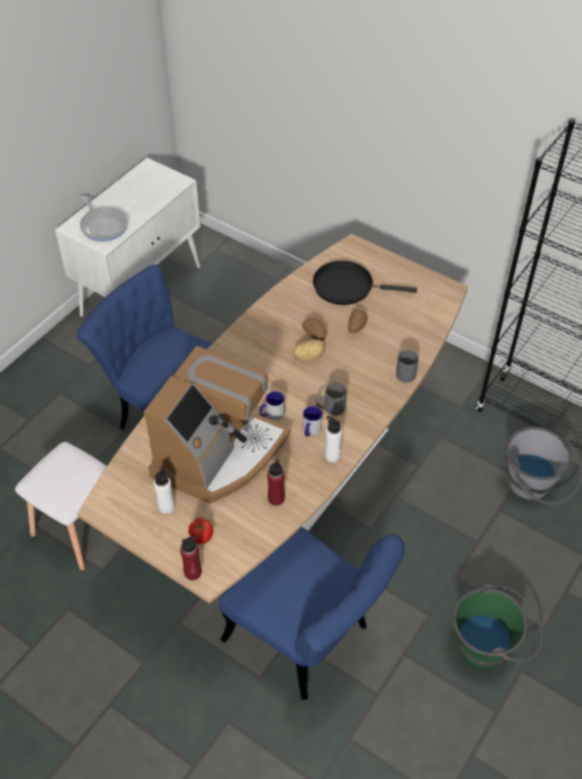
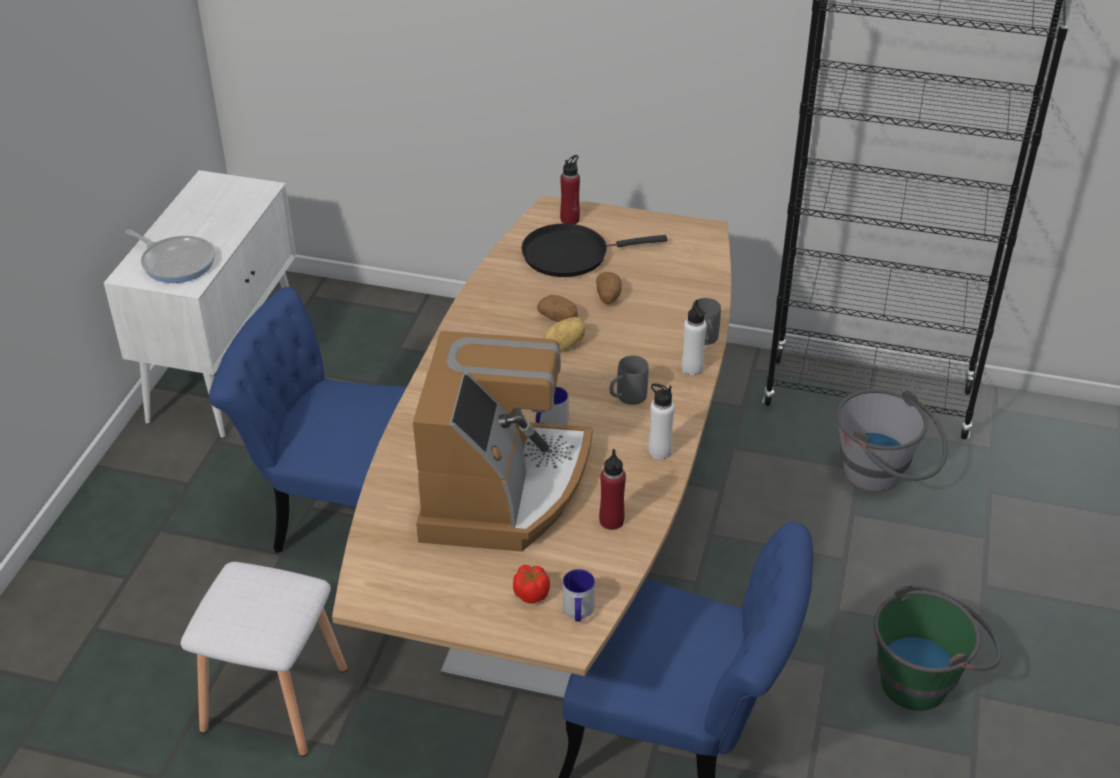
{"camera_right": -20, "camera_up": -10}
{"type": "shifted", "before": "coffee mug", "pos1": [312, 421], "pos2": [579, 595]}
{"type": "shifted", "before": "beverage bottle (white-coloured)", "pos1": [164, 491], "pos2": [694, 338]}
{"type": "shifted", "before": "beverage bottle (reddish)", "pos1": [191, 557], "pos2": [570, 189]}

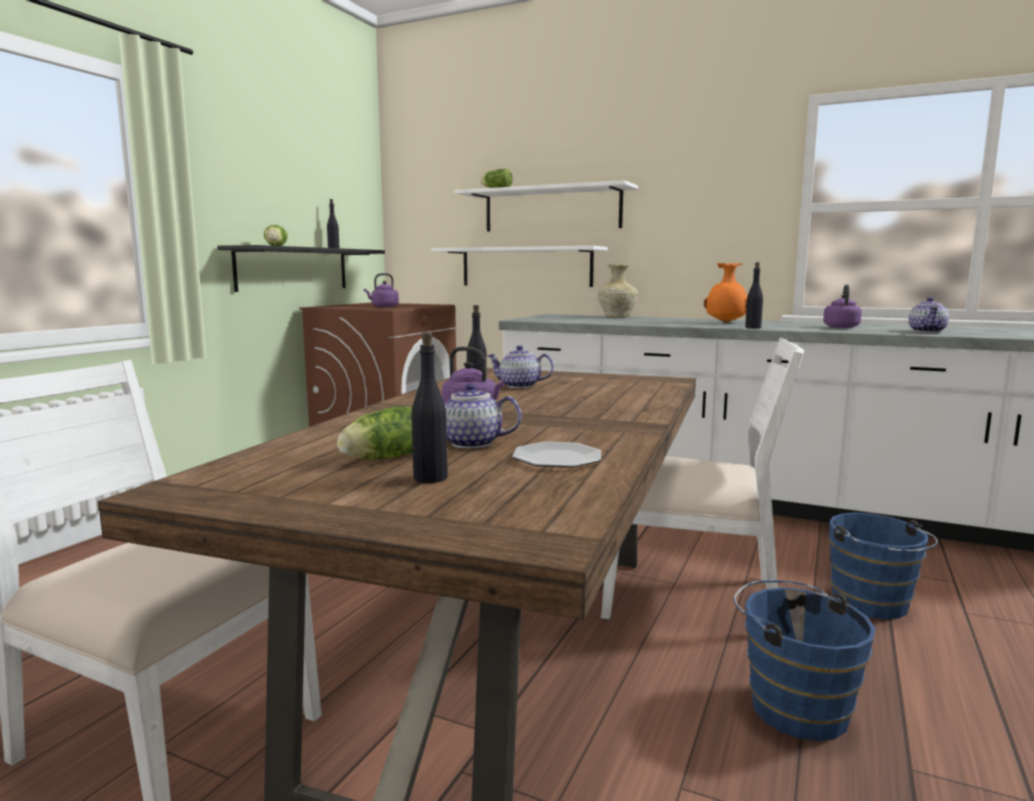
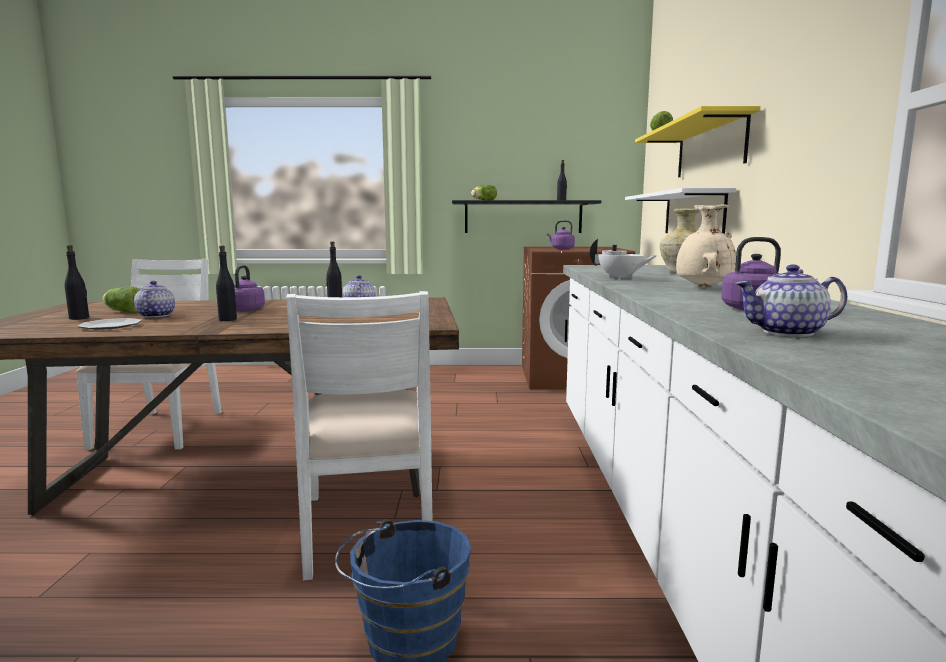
{"camera_right": 65, "camera_up": 0}
{"type": "repainted", "before": "wall shelf (white-coloured)", "after": "wall shelf (yellowish)", "pos1": [546, 206], "pos2": [698, 141]}
{"type": "shifted", "before": "beverage bottle (black-coloured)", "pos1": [754, 295], "pos2": [226, 283]}
{"type": "repainted", "before": "flower vase (orangey)", "after": "flower vase (beige)", "pos1": [725, 293], "pos2": [706, 245]}
{"type": "gone", "before": "bucket (blue-coloured)", "pos1": [805, 660]}
{"type": "new", "after": "pot for tea (white-coloured)", "pos2": [623, 259]}

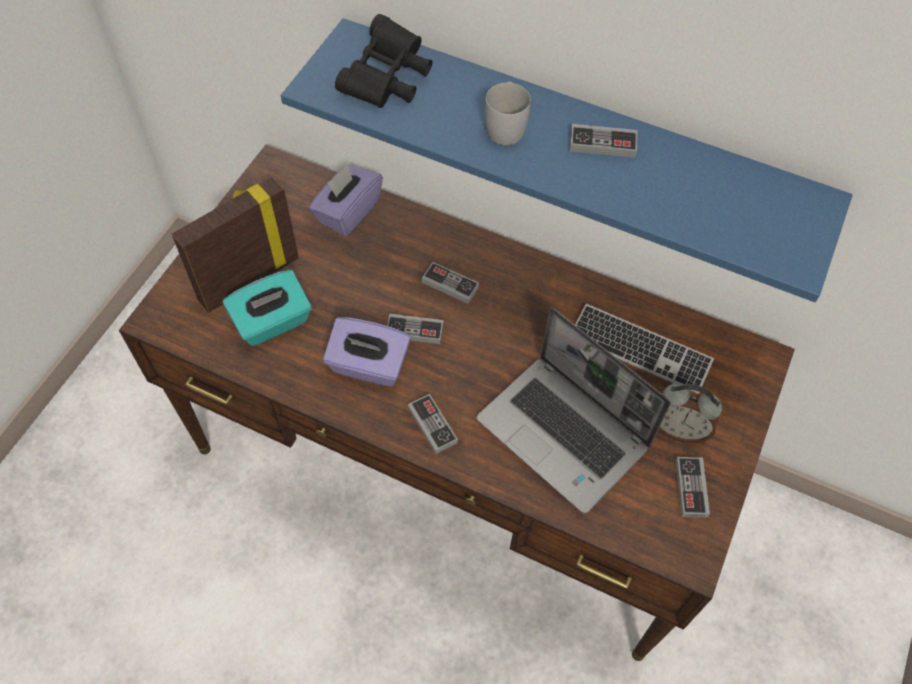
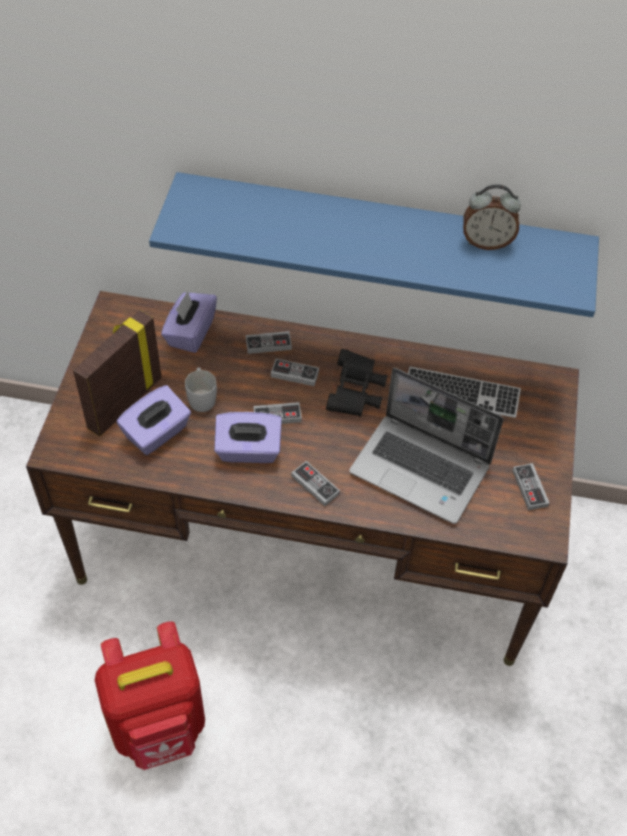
{"camera_right": -15, "camera_up": -5}
{"type": "shifted", "before": "pair of binoculars (black-coloured)", "pos1": [383, 61], "pos2": [356, 383]}
{"type": "shifted", "before": "coffee mug (white-coloured)", "pos1": [508, 113], "pos2": [201, 389]}
{"type": "shifted", "before": "joypad", "pos1": [603, 141], "pos2": [269, 342]}
{"type": "repainted", "before": "tissue box (turquoise)", "after": "tissue box (purple)", "pos1": [267, 308], "pos2": [154, 420]}
{"type": "shifted", "before": "alarm clock", "pos1": [690, 413], "pos2": [492, 217]}
{"type": "new", "after": "backpack (reddish)", "pos2": [150, 695]}

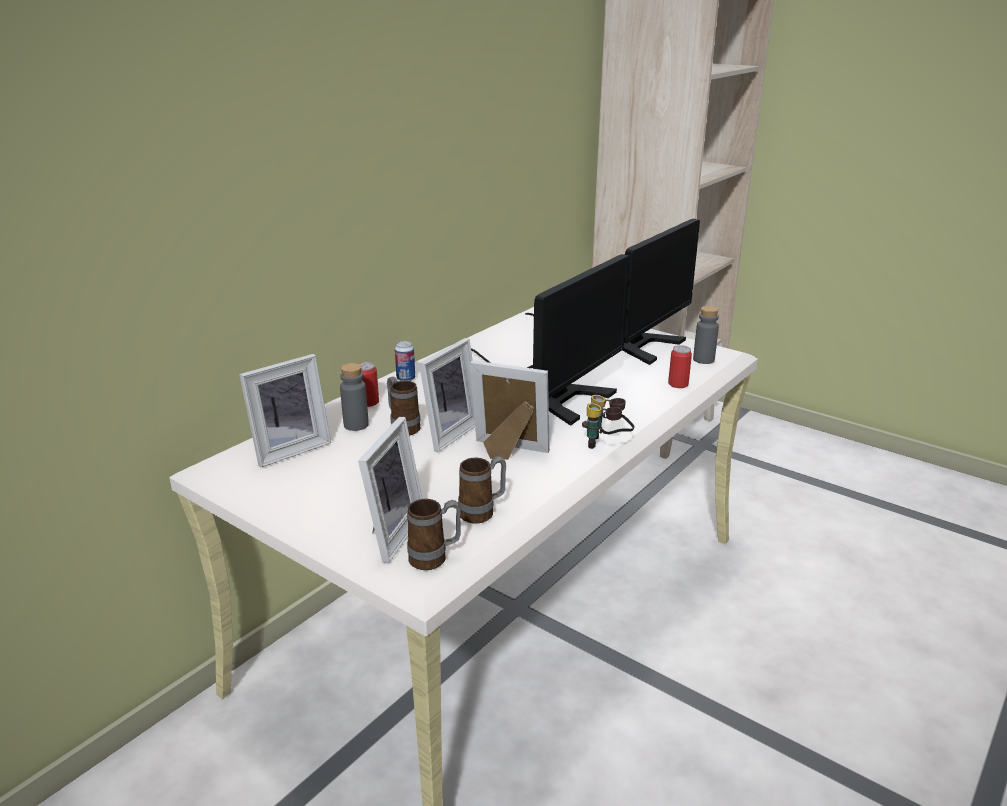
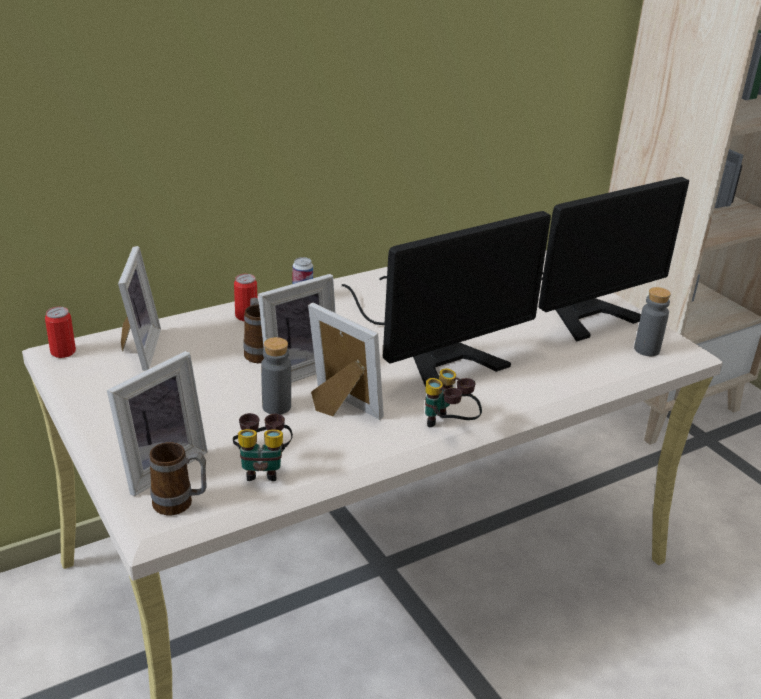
{"camera_right": 20, "camera_up": 5}
{"type": "shifted", "before": "can", "pos1": [680, 366], "pos2": [60, 332]}
{"type": "rotated", "before": "standing frame", "pos1": [285, 410], "pos2": [139, 308], "turn": -75}
{"type": "shifted", "before": "beverage bottle (greyish)", "pos1": [354, 397], "pos2": [276, 376]}
{"type": "swapped", "before": "coffee mug", "after": "pair of binoculars", "pos1": [482, 489], "pos2": [263, 447]}

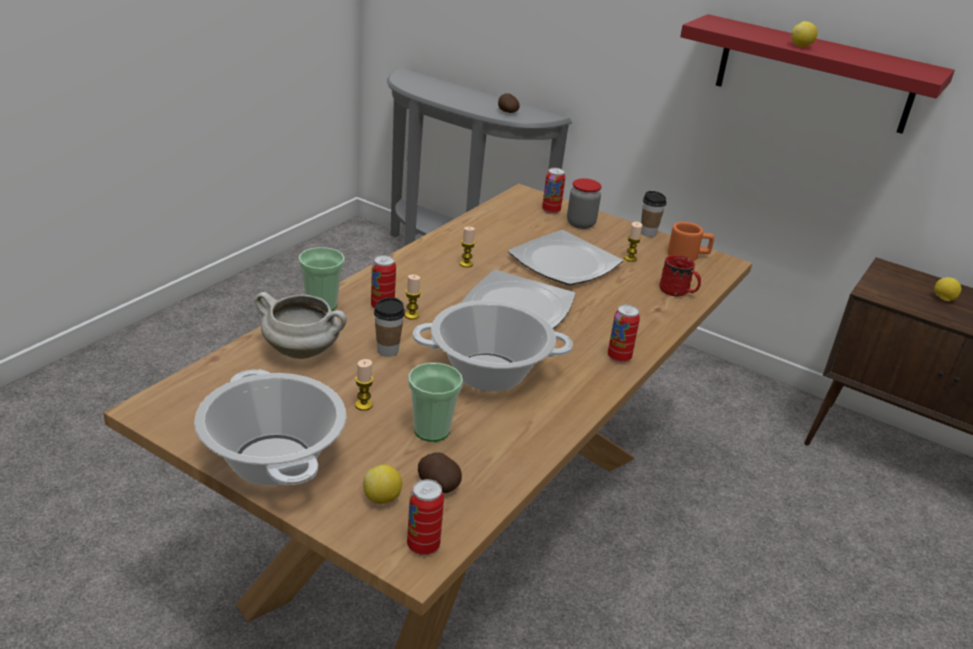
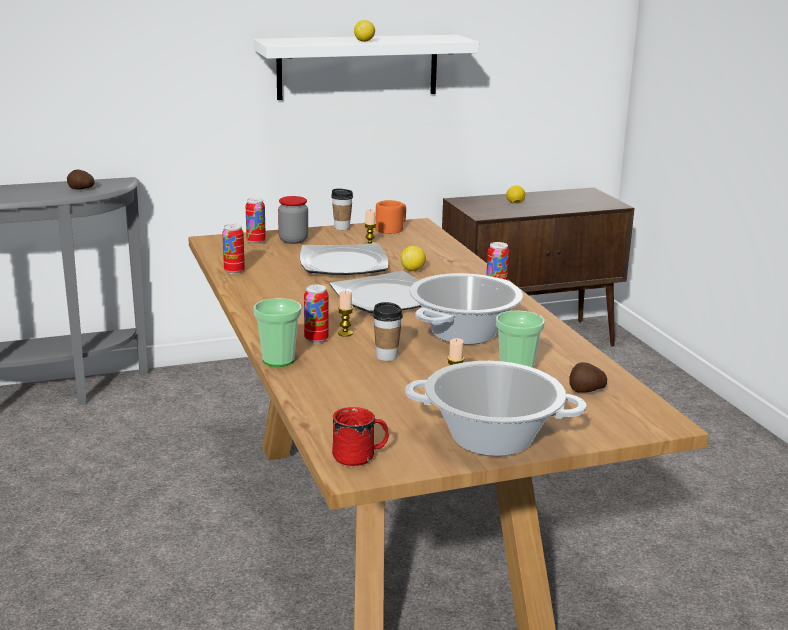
{"camera_right": -50, "camera_up": -10}
{"type": "repainted", "before": "wall shelf (reddish)", "after": "wall shelf (white-coloured)", "pos1": [817, 74], "pos2": [366, 67]}
{"type": "gone", "before": "candle", "pos1": [467, 247]}
{"type": "shifted", "before": "coffee mug (reddish)", "pos1": [680, 275], "pos2": [360, 436]}
{"type": "gone", "before": "saucepot (white-coloured)", "pos1": [301, 325]}
{"type": "shifted", "before": "lemon", "pos1": [382, 484], "pos2": [413, 258]}
{"type": "shifted", "before": "can", "pos1": [425, 517], "pos2": [234, 249]}

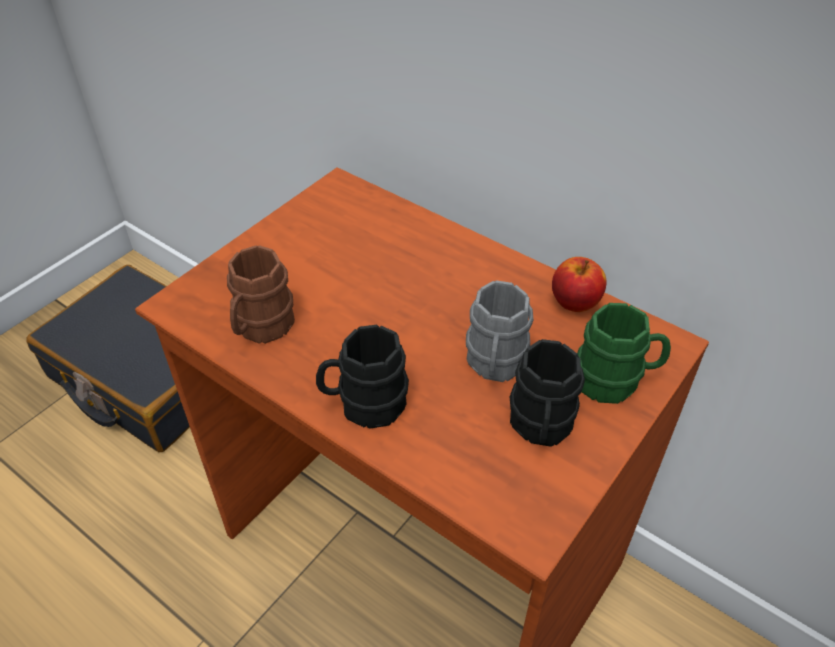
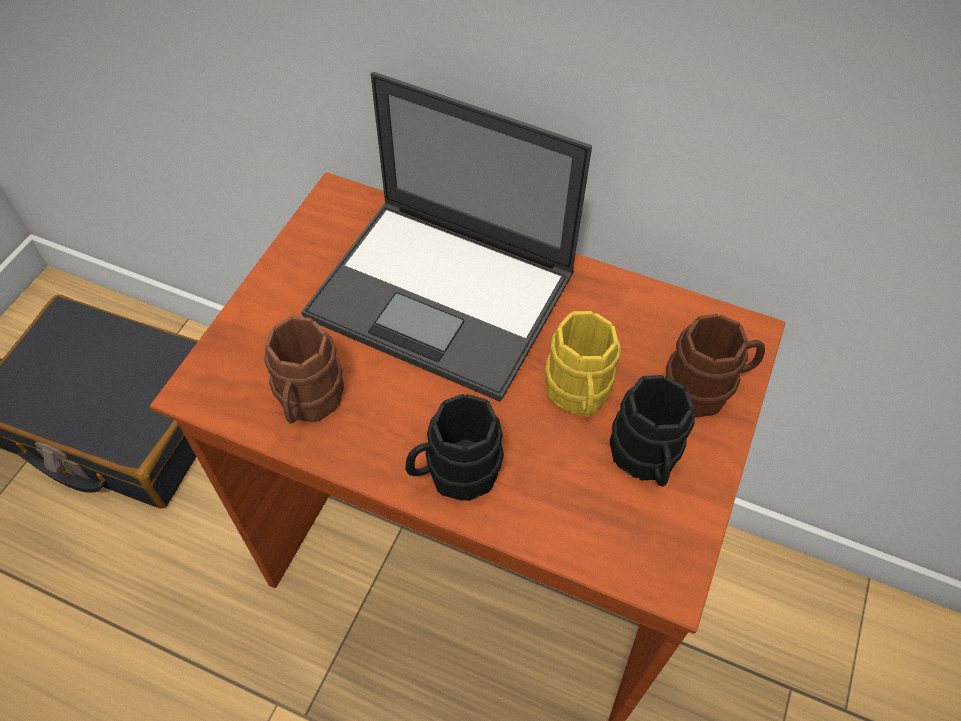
{"camera_right": -15, "camera_up": 10}
{"type": "gone", "before": "whole apple", "pos1": [579, 284]}
{"type": "repainted", "before": "coffee mug (greyish)", "after": "coffee mug (yellowish)", "pos1": [499, 331], "pos2": [583, 364]}
{"type": "repainted", "before": "coffee mug (greenish)", "after": "coffee mug (brown)", "pos1": [624, 353], "pos2": [715, 366]}
{"type": "new", "after": "portable computer", "pos2": [446, 237]}

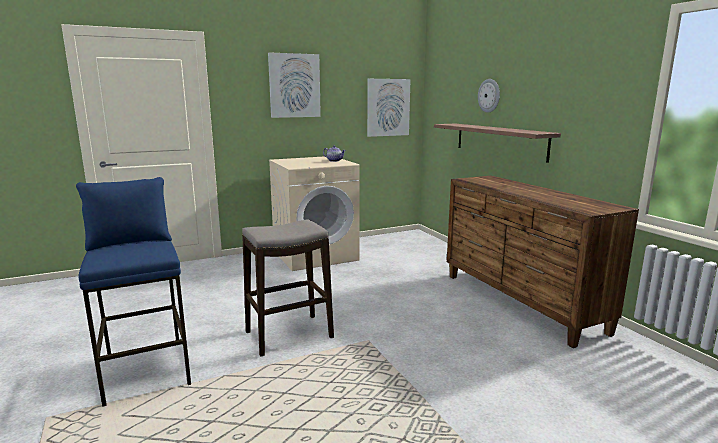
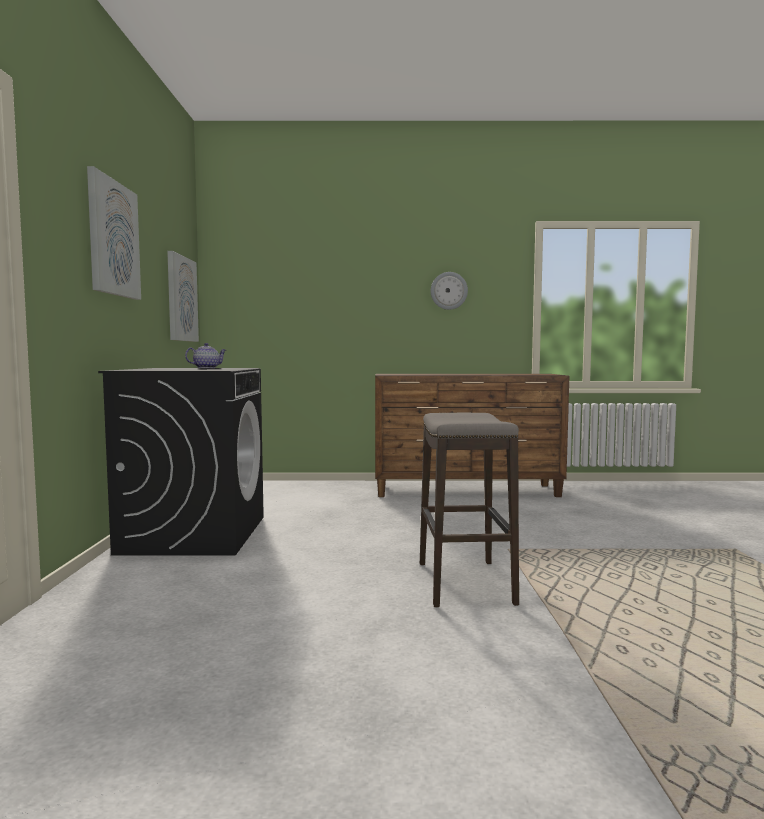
{"camera_right": -65, "camera_up": -10}
{"type": "shifted", "before": "hanging clock", "pos1": [489, 96], "pos2": [449, 291]}
{"type": "gone", "before": "wall shelf", "pos1": [497, 143]}
{"type": "repainted", "before": "laundry appliance (beige)", "after": "laundry appliance (black-coloured)", "pos1": [314, 213], "pos2": [181, 462]}
{"type": "gone", "before": "stool (blue-coloured)", "pos1": [133, 292]}

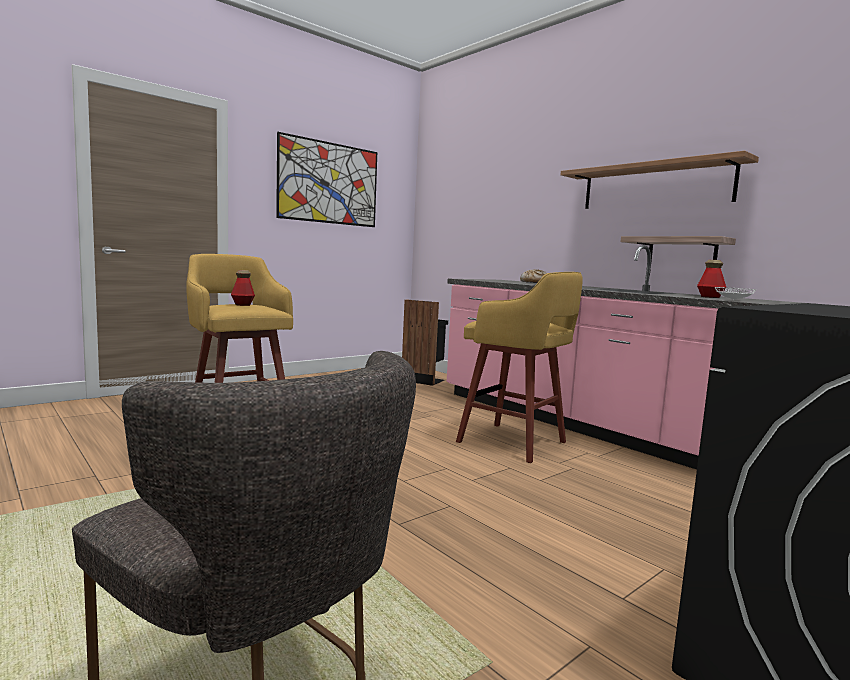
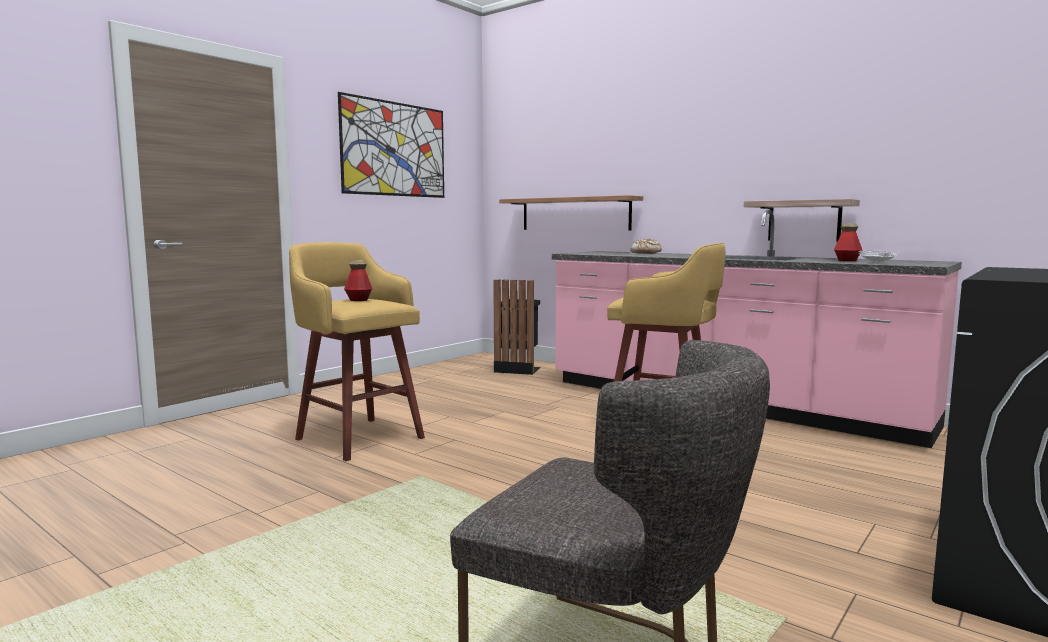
{"camera_right": -10, "camera_up": 0}
{"type": "shifted", "before": "wall shelf", "pos1": [659, 180], "pos2": [571, 212]}

